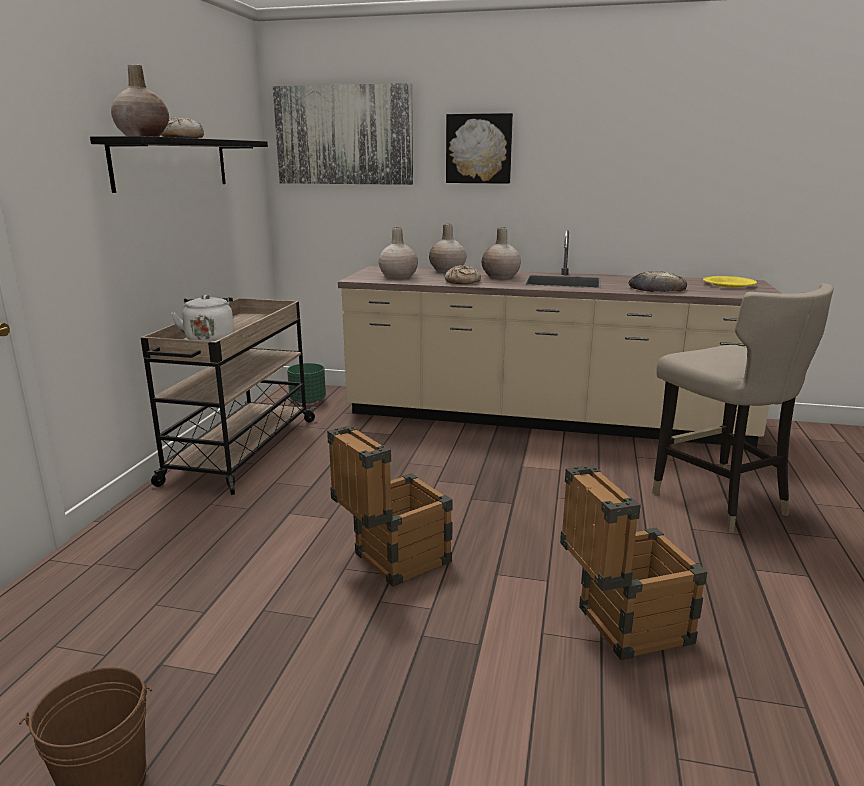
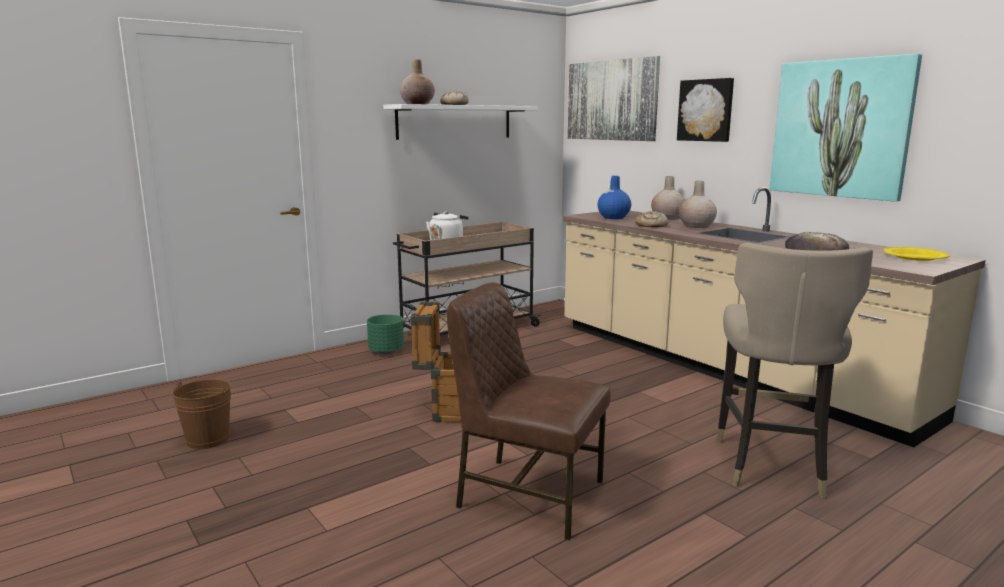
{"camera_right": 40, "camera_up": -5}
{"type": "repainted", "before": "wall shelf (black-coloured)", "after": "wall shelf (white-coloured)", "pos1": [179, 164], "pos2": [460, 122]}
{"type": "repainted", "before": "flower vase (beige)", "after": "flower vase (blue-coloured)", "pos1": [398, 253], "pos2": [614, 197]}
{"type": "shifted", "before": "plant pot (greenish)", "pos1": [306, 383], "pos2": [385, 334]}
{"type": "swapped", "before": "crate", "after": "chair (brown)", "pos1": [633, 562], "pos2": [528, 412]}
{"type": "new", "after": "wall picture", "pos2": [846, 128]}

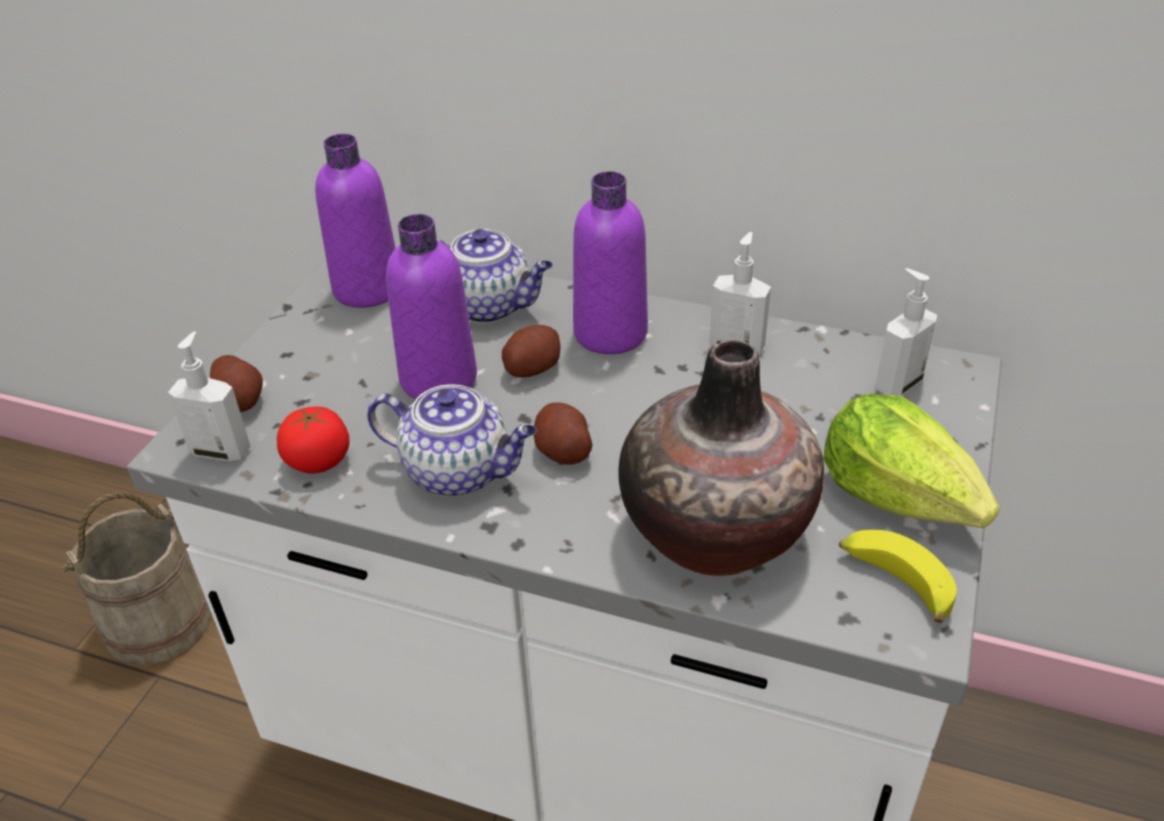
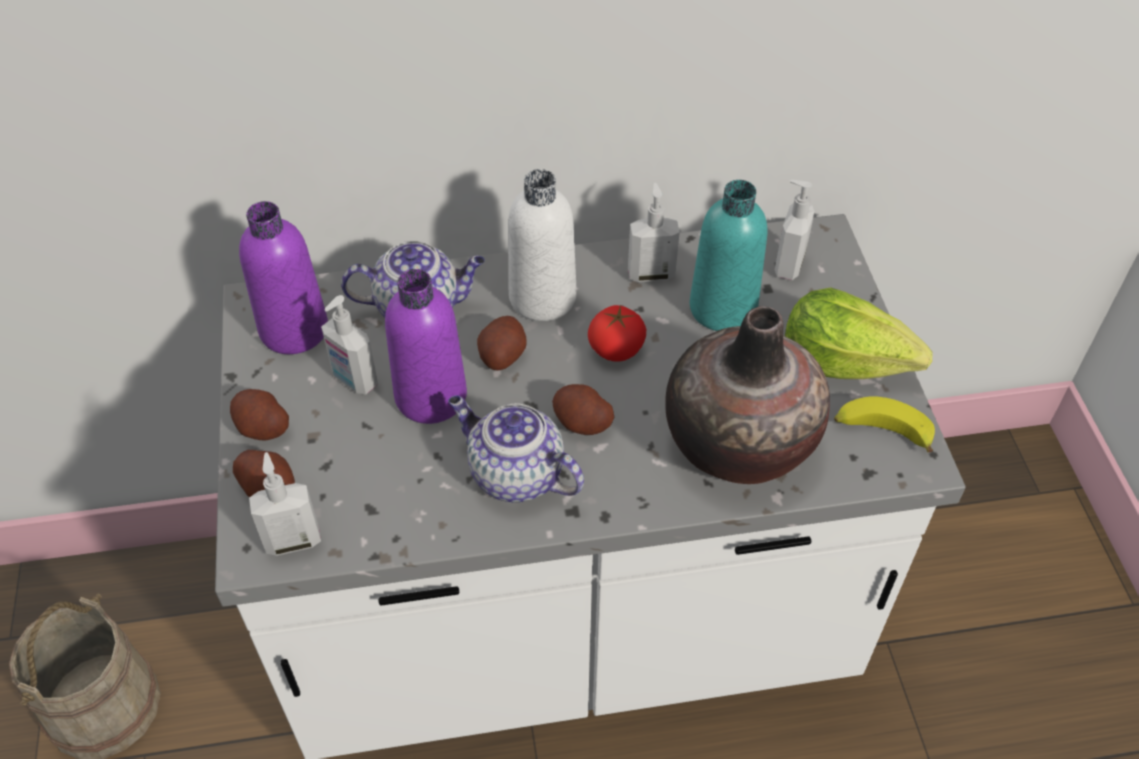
{"camera_right": -30, "camera_up": 10}
{"type": "repainted", "before": "beverage bottle (purple)", "after": "beverage bottle (white-coloured)", "pos1": [610, 262], "pos2": [542, 245]}
{"type": "rotated", "before": "pot for tea", "pos1": [452, 440], "pos2": [516, 448], "turn": -135}
{"type": "shifted", "before": "fresh tomato", "pos1": [313, 440], "pos2": [617, 333]}
{"type": "new", "after": "beverage bottle (turquoise)", "pos2": [728, 255]}
{"type": "new", "after": "soap bottle", "pos2": [349, 344]}
{"type": "new", "after": "whole potato", "pos2": [259, 414]}

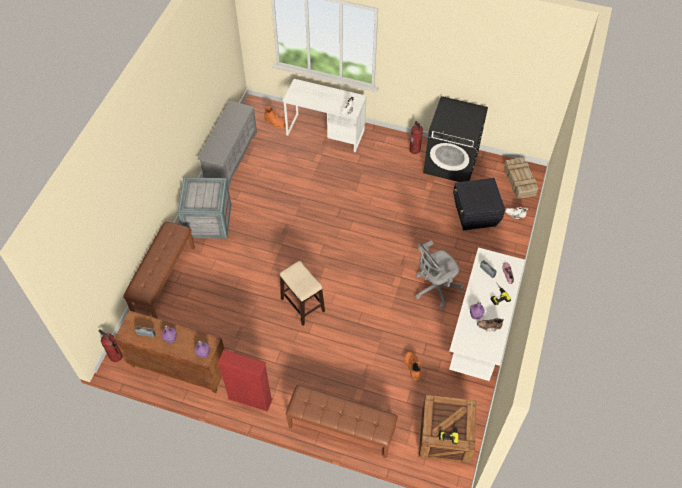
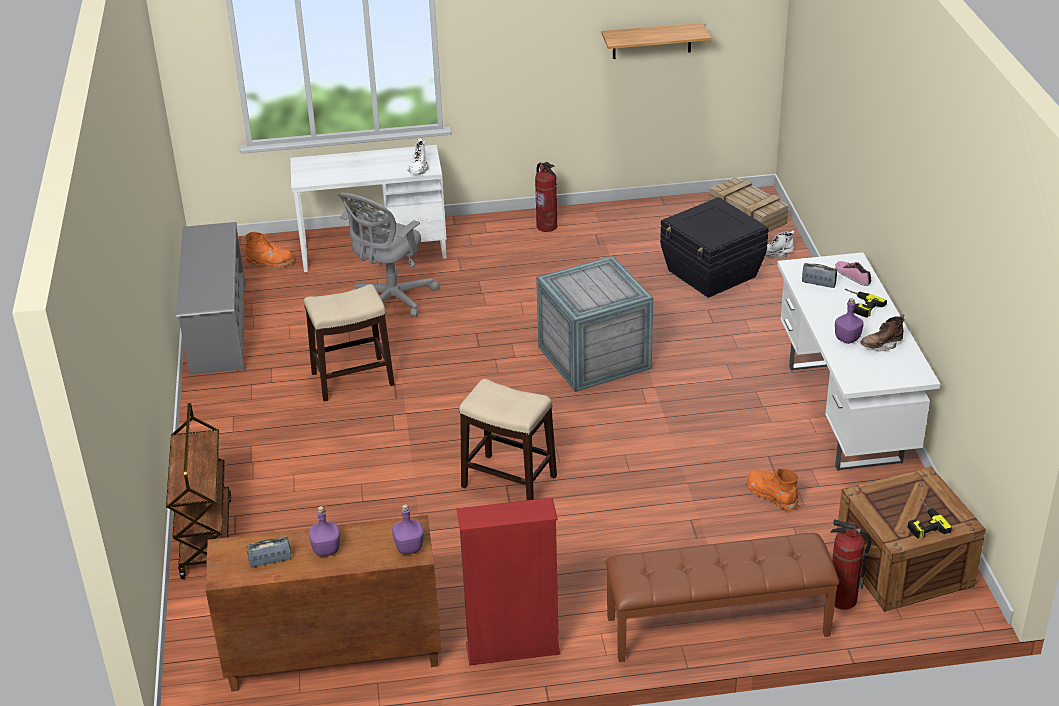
{"camera_right": -25, "camera_up": -20}
{"type": "gone", "before": "laundry appliance (black-coloured)", "pos1": [455, 139]}
{"type": "shifted", "before": "crate", "pos1": [204, 208], "pos2": [594, 324]}
{"type": "swapped", "before": "bench (brown)", "after": "trolley (brown)", "pos1": [159, 270], "pos2": [199, 491]}
{"type": "shifted", "before": "desk chair (greyish)", "pos1": [439, 274], "pos2": [388, 255]}
{"type": "shifted", "before": "fire extinguisher", "pos1": [110, 345], "pos2": [850, 565]}
{"type": "new", "after": "wall shelf", "pos2": [656, 41]}
{"type": "new", "after": "stool", "pos2": [349, 343]}

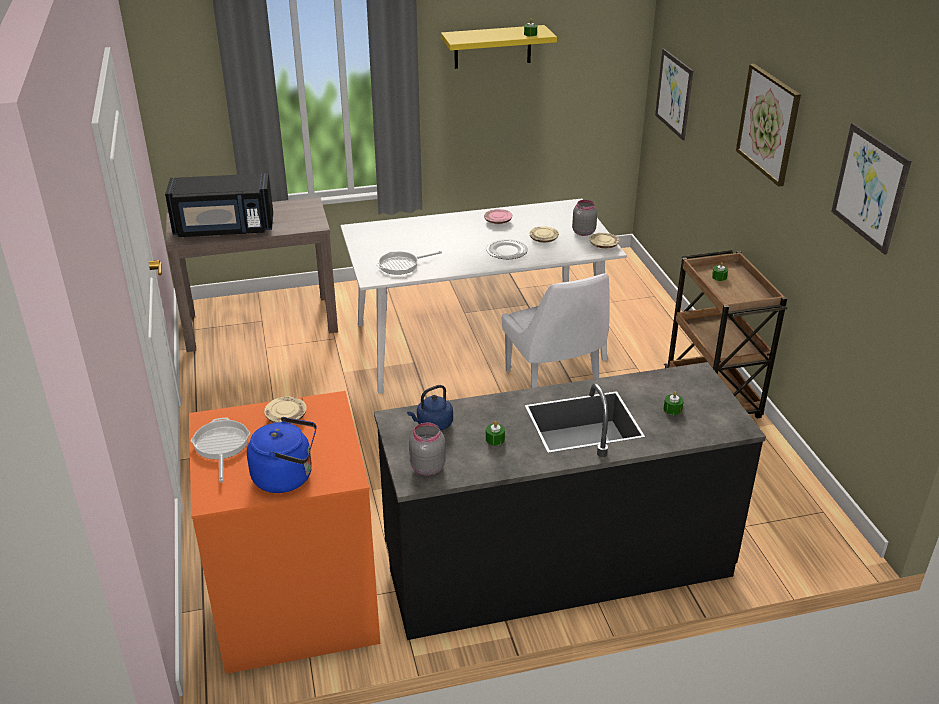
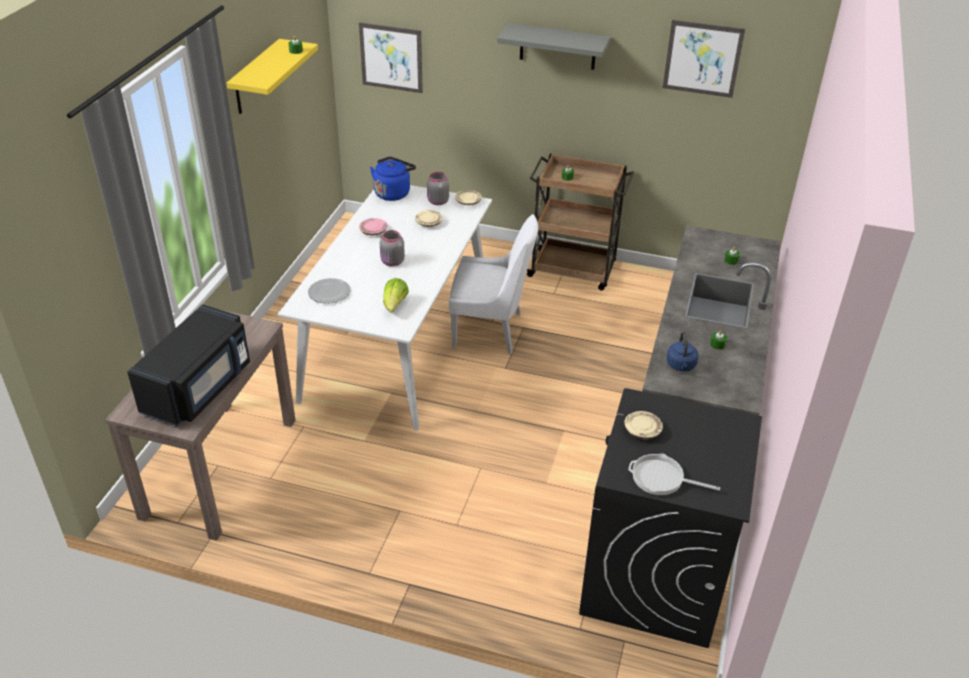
{"camera_right": -60, "camera_up": 5}
{"type": "swapped", "before": "wall picture", "after": "wall shelf (greyish)", "pos1": [768, 125], "pos2": [554, 46]}
{"type": "shifted", "before": "plate", "pos1": [507, 249], "pos2": [329, 291]}
{"type": "swapped", "before": "frying pan", "after": "lettuce head", "pos1": [409, 263], "pos2": [396, 295]}
{"type": "repainted", "before": "laundry appliance (orangey)", "after": "laundry appliance (black-coloured)", "pos1": [284, 532], "pos2": [670, 518]}
{"type": "shifted", "before": "tea kettle (blue-coloured)", "pos1": [282, 455], "pos2": [393, 179]}
{"type": "shifted", "before": "jar (greyish)", "pos1": [427, 449], "pos2": [392, 248]}

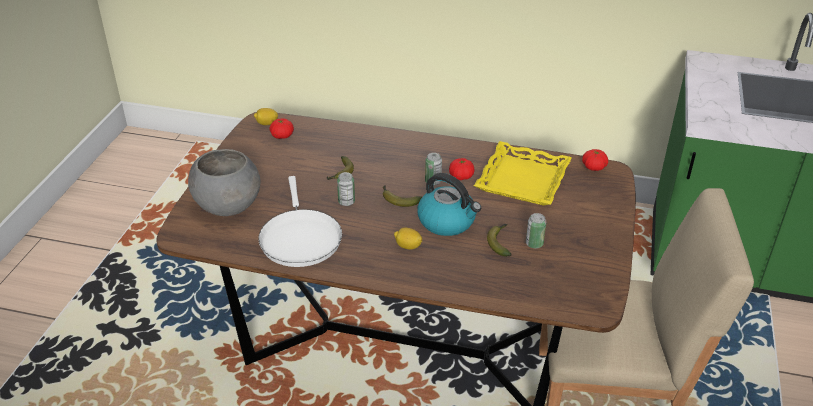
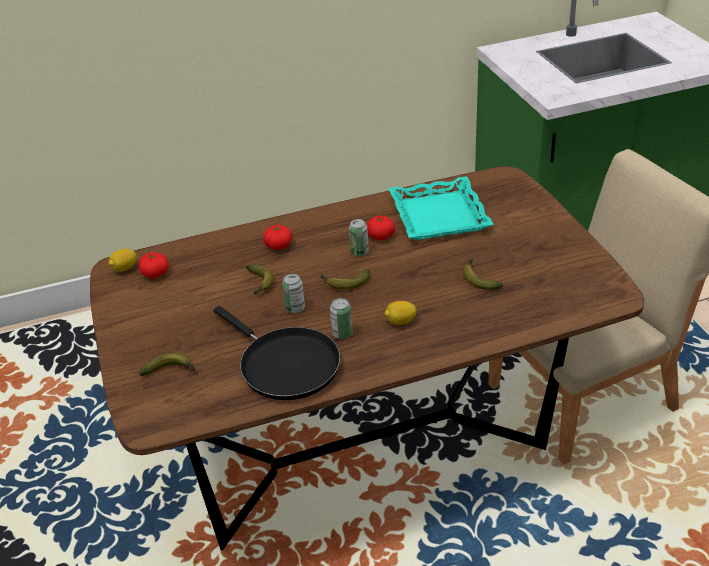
{"camera_right": -30, "camera_up": 0}
{"type": "repainted", "before": "tray (yellowish)", "after": "tray (turquoise)", "pos1": [523, 173], "pos2": [441, 208]}
{"type": "swapped", "before": "serving bowl (greyish)", "after": "banana", "pos1": [224, 182], "pos2": [167, 364]}
{"type": "shifted", "before": "fresh tomato", "pos1": [595, 160], "pos2": [278, 237]}
{"type": "gone", "before": "tea kettle", "pos1": [449, 204]}
{"type": "repainted", "before": "frying pan (white-coloured)", "after": "frying pan (black-coloured)", "pos1": [300, 221], "pos2": [276, 353]}
{"type": "shifted", "before": "can", "pos1": [536, 230], "pos2": [341, 318]}

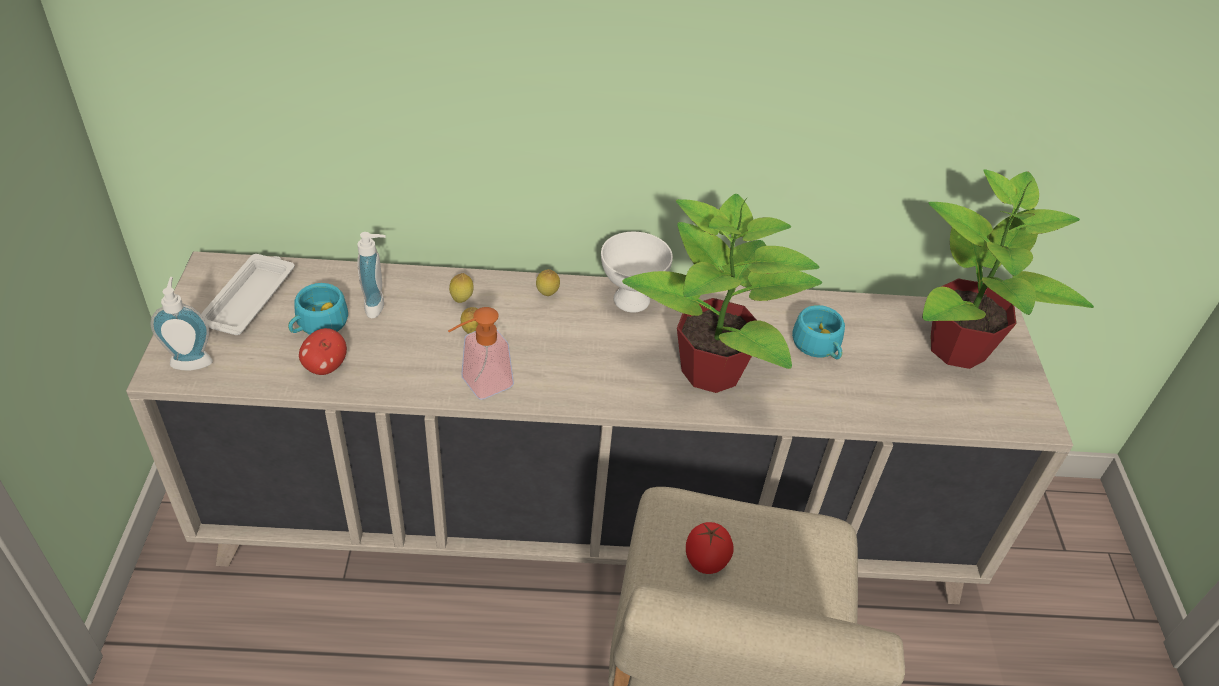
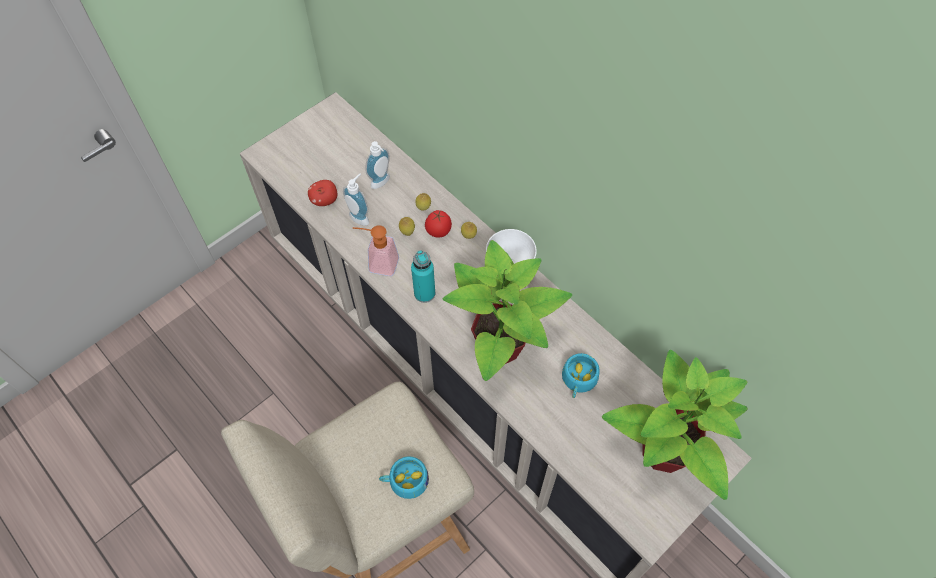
{"camera_right": 50, "camera_up": 15}
{"type": "gone", "before": "tray (white-coloured)", "pos1": [248, 294]}
{"type": "shifted", "before": "soap bottle", "pos1": [181, 324], "pos2": [356, 200]}
{"type": "shifted", "before": "small cup (turquoise)", "pos1": [318, 309], "pos2": [404, 477]}
{"type": "shifted", "before": "fresh tomato", "pos1": [710, 548], "pos2": [438, 224]}
{"type": "new", "after": "beverage bottle (turquoise)", "pos2": [423, 276]}

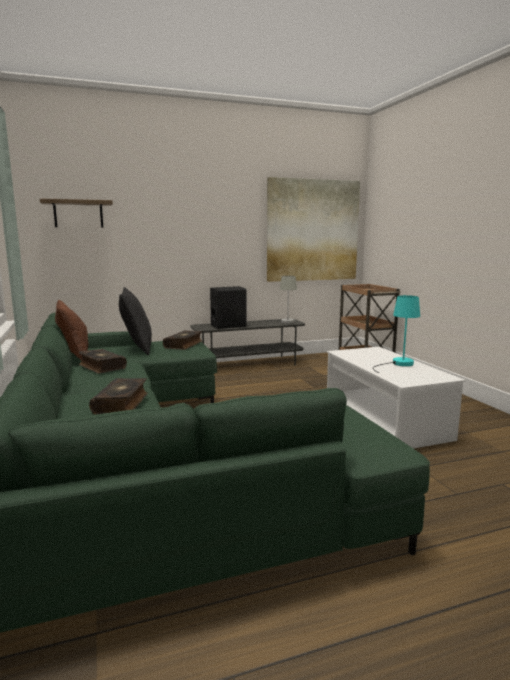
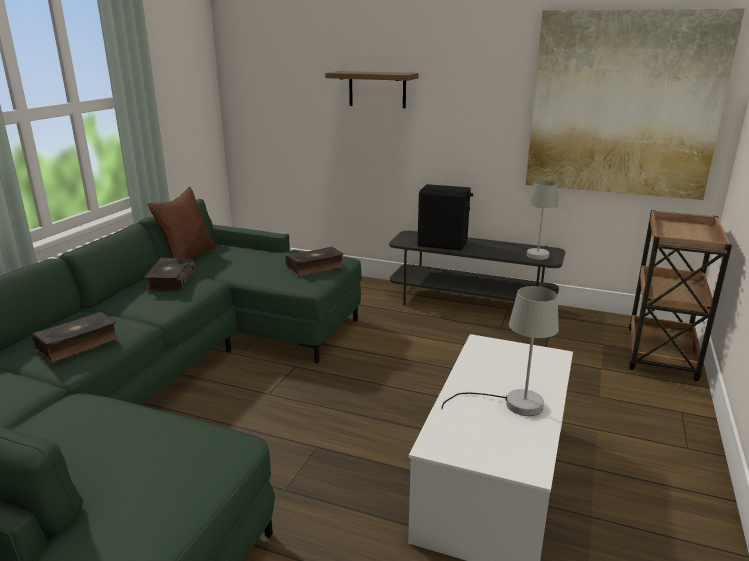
{"camera_right": 40, "camera_up": 10}
{"type": "shifted", "before": "wall shelf", "pos1": [76, 213], "pos2": [372, 89]}
{"type": "gone", "before": "throw pillow (black-coloured)", "pos1": [135, 321]}
{"type": "repainted", "before": "lamp for a table (turquoise)", "after": "lamp for a table (greyish)", "pos1": [396, 334], "pos2": [500, 351]}

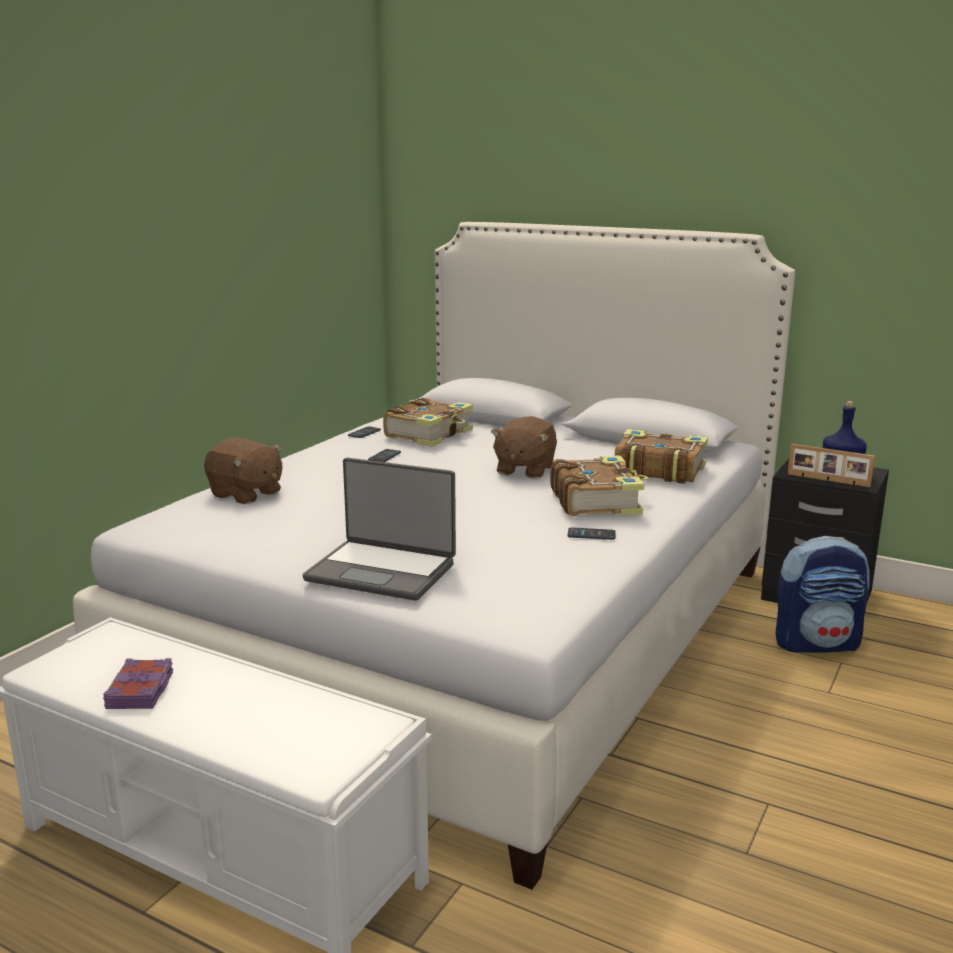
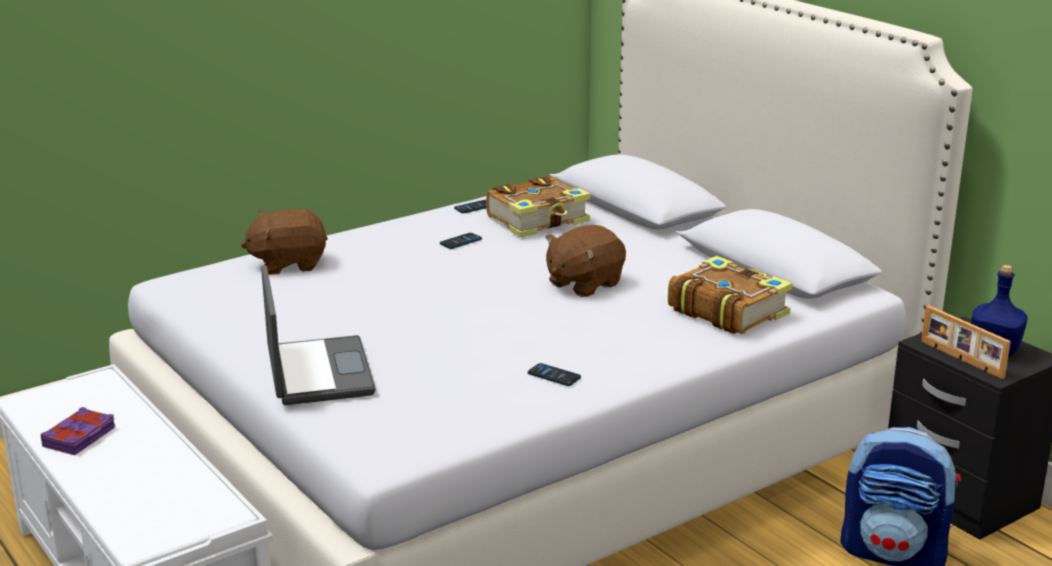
{"camera_right": 25, "camera_up": 5}
{"type": "rotated", "before": "cuddly toy (brown)", "pos1": [243, 471], "pos2": [284, 241], "turn": 105}
{"type": "gone", "before": "volume", "pos1": [599, 485]}
{"type": "rotated", "before": "portable computer", "pos1": [379, 529], "pos2": [318, 335], "turn": -150}

